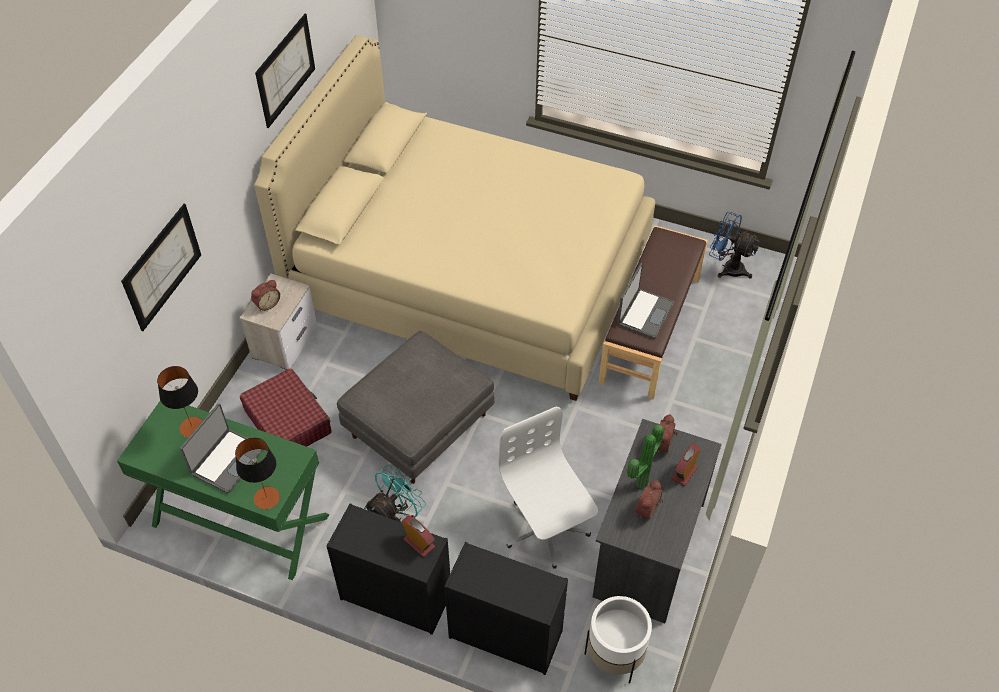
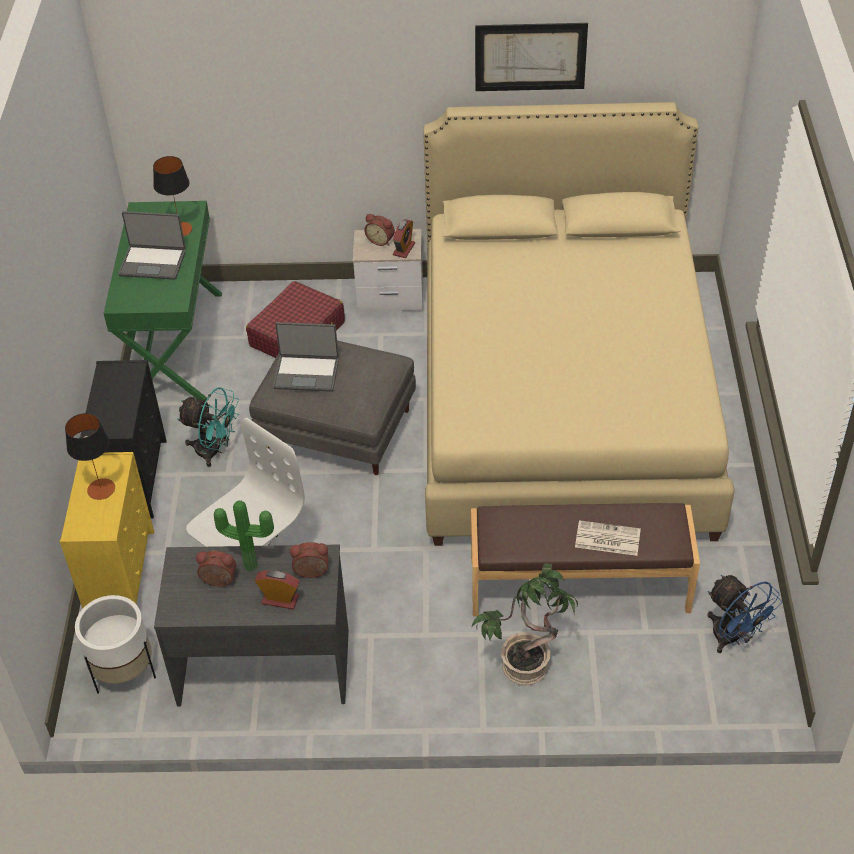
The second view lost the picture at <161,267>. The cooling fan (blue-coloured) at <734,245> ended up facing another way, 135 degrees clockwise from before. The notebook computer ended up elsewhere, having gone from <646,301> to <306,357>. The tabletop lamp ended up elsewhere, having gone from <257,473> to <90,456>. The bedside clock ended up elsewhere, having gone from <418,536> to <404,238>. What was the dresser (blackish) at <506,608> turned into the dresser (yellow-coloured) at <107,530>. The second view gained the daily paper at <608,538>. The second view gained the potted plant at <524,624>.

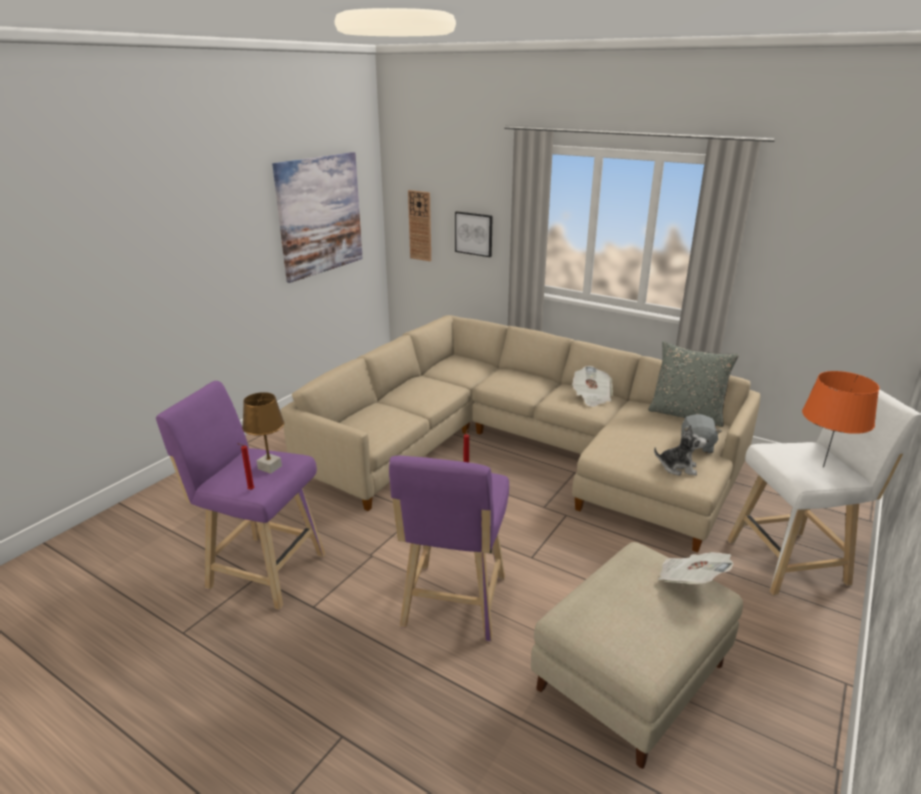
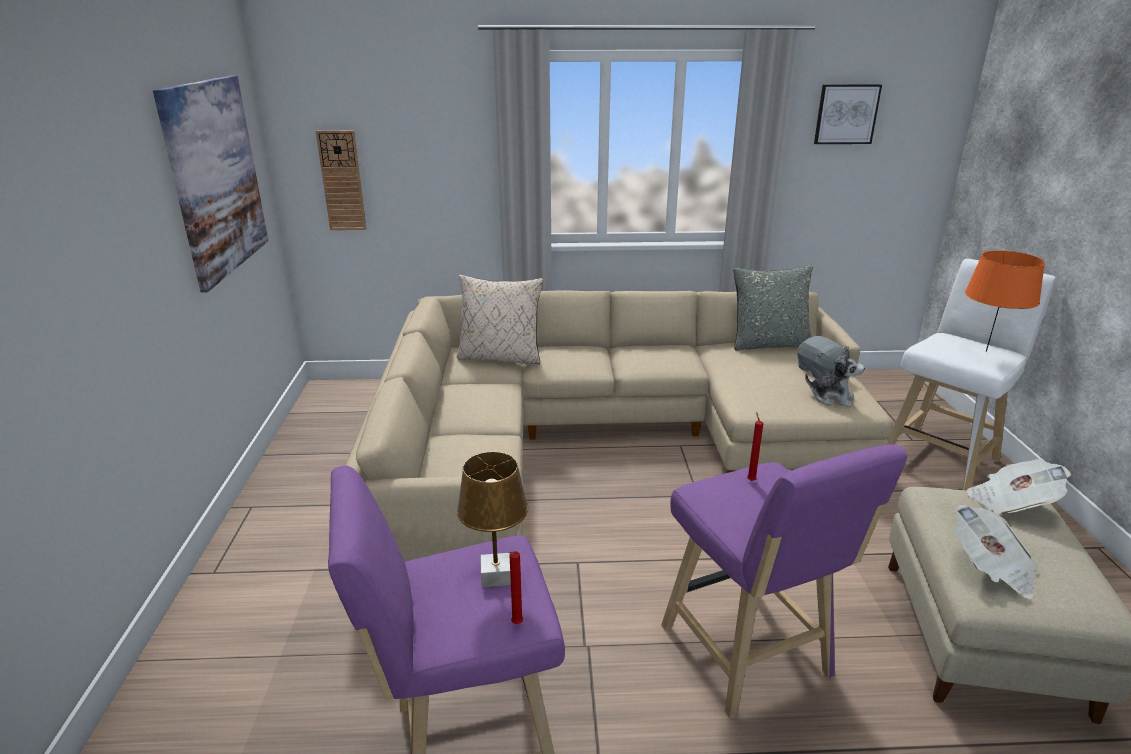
The picture ended up elsewhere, having gone from <474,234> to <848,114>. The daily paper ended up elsewhere, having gone from <592,386> to <997,551>. The cuddly toy at <680,450> ended up facing another way, 45 degrees clockwise from before. The second view gained the cushion (beige-coloured) at <500,319>.

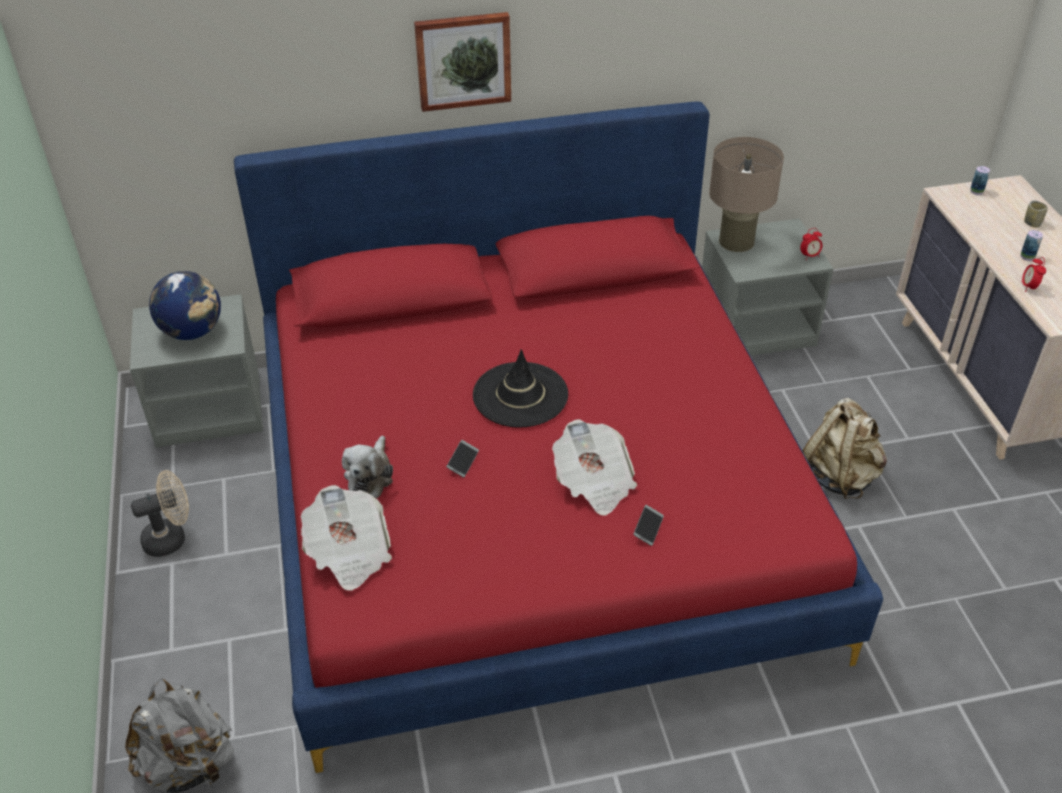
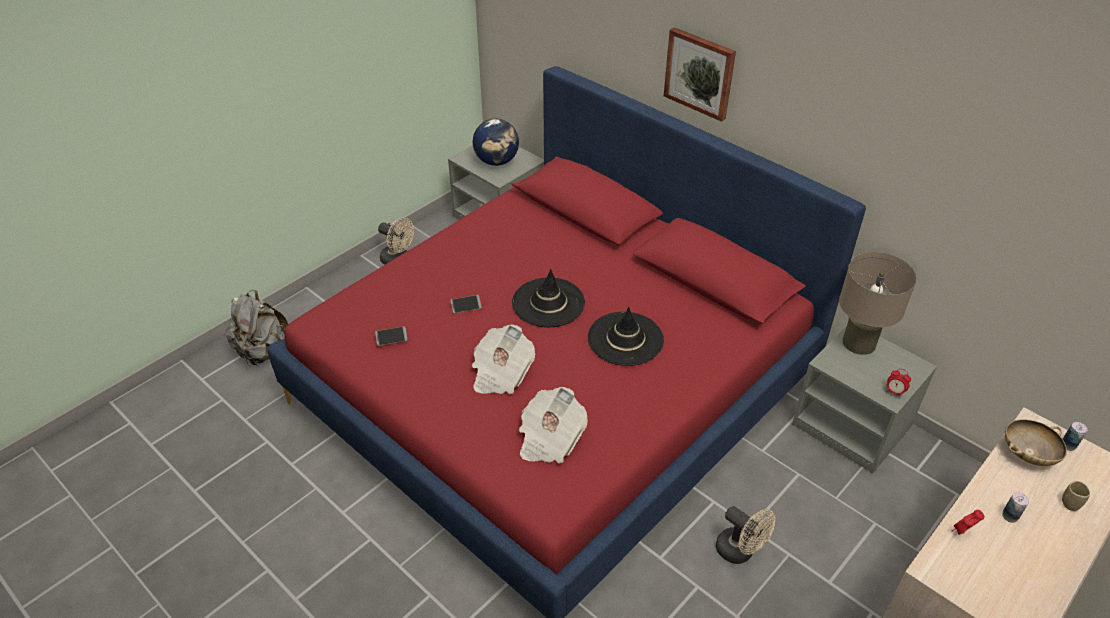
Where the rucksack (beige-coloured) stood at <845,448>, the cooling fan (beige-coloured) came to stand at <745,535>. The second view lost the cuddly toy at <367,467>. The daily paper ended up elsewhere, having gone from <346,538> to <553,425>. The handset ended up elsewhere, having gone from <649,525> to <391,336>. The second view gained the wearable hat (blackish) at <626,336>. The second view gained the deep dish (beige-coloured) at <1036,442>.

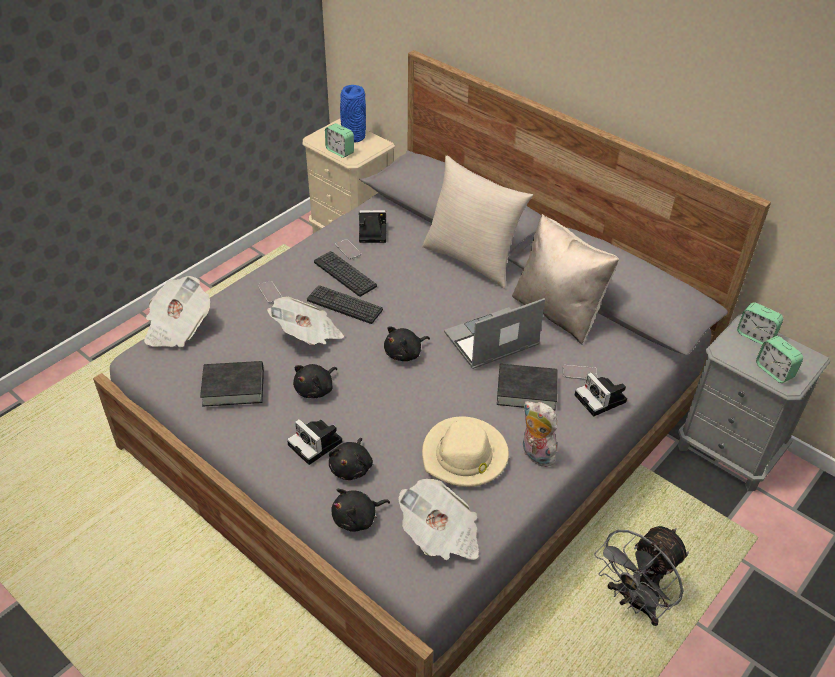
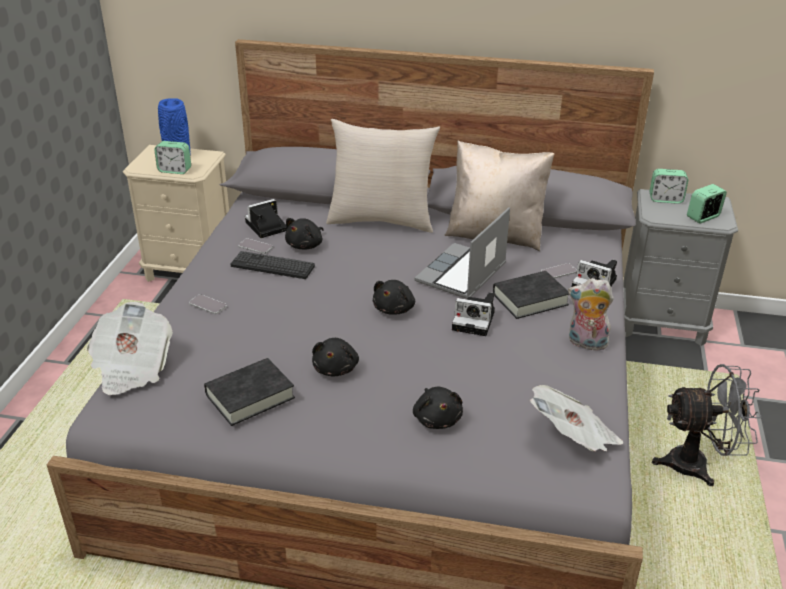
The second view lost the computer keyboard at <345,304>. The second view lost the daily paper at <305,321>. The bedside clock at <779,359> ended up facing another way, 120 degrees clockwise from before. The second view lost the wearable hat (beige-coloured) at <465,451>. The still camera ended up elsewhere, having gone from <314,442> to <473,314>. The cuddly toy (blackish) ended up elsewhere, having gone from <360,510> to <304,233>. The cooling fan (gray) at <642,576> ended up facing another way, 105 degrees counterclockwise from before.

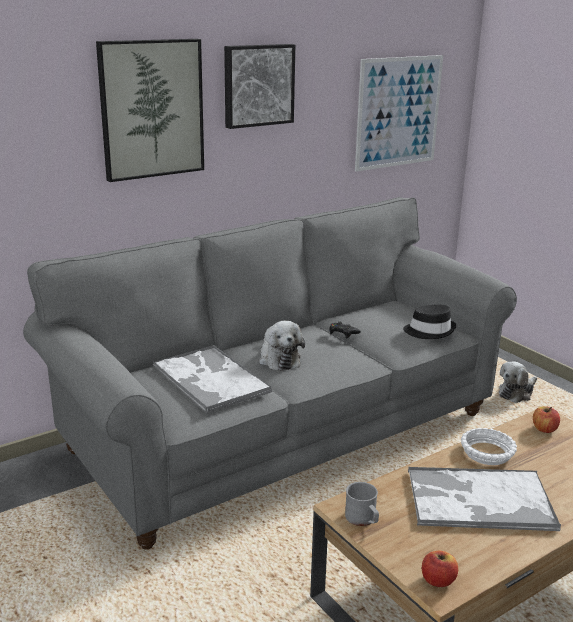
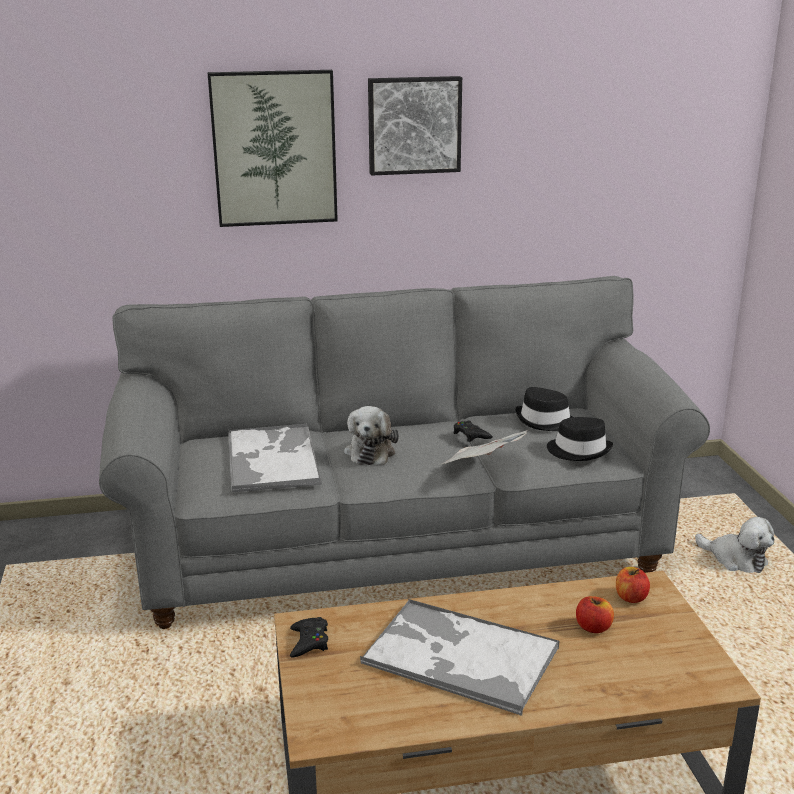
The second view lost the picture at <399,113>. The cuddly toy at <518,382> ended up facing another way, 120 degrees counterclockwise from before. The second view lost the deep dish (whitish) at <489,446>. Where the mug (gray) stood at <362,504>, the game controller (blackish) came to stand at <309,637>. The apple ended up elsewhere, having gone from <440,569> to <595,614>. The second view gained the wearable hat (blackish) at <544,409>. The second view gained the daily paper at <483,447>.

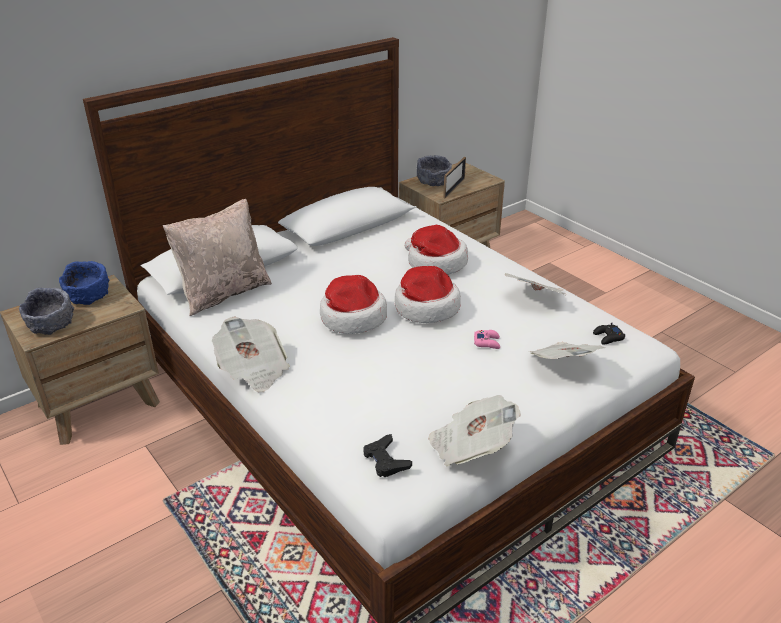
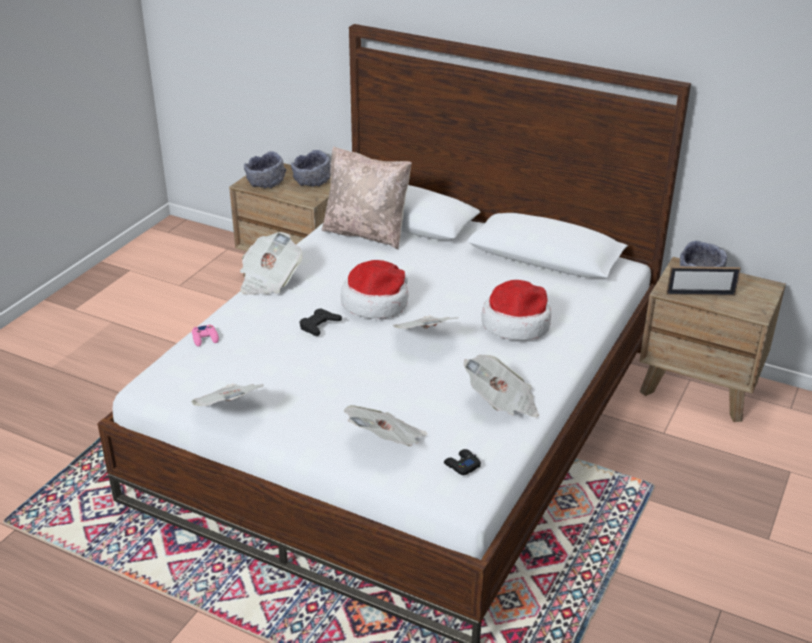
What was the deep dish (blue-coloured) at <84,283> turned into the deep dish (gray) at <311,168>. Where the wearable hat stood at <428,294>, the daily paper came to stand at <426,322>. The game controller (pinkish) ended up elsewhere, having gone from <487,339> to <205,335>. The game controller (blackish) ended up elsewhere, having gone from <388,455> to <320,322>.

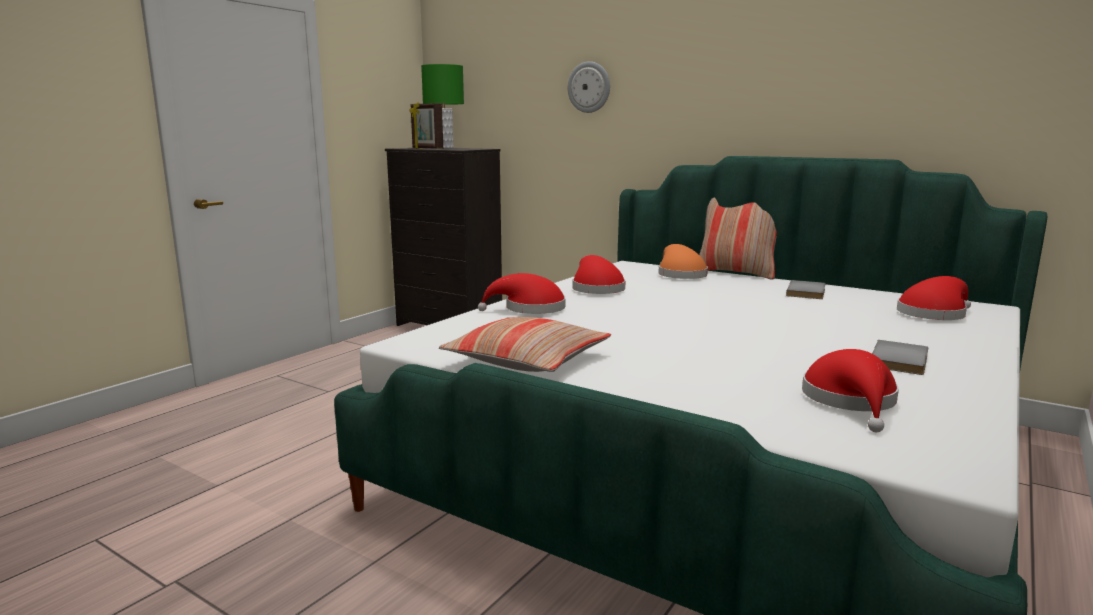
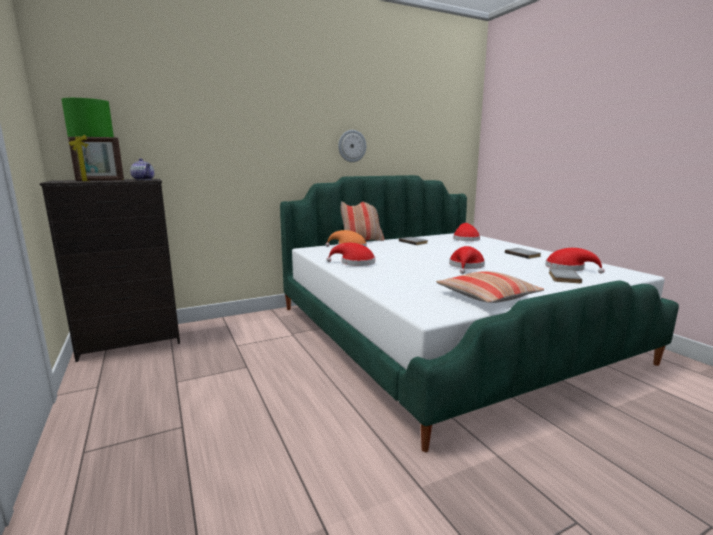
The clock on the wall ended up elsewhere, having gone from <589,87> to <352,146>. The wearable hat (red-coloured) ended up elsewhere, having gone from <522,293> to <467,260>. The second view gained the pot for tea at <142,169>. The second view gained the bound book (gray) at <565,276>.

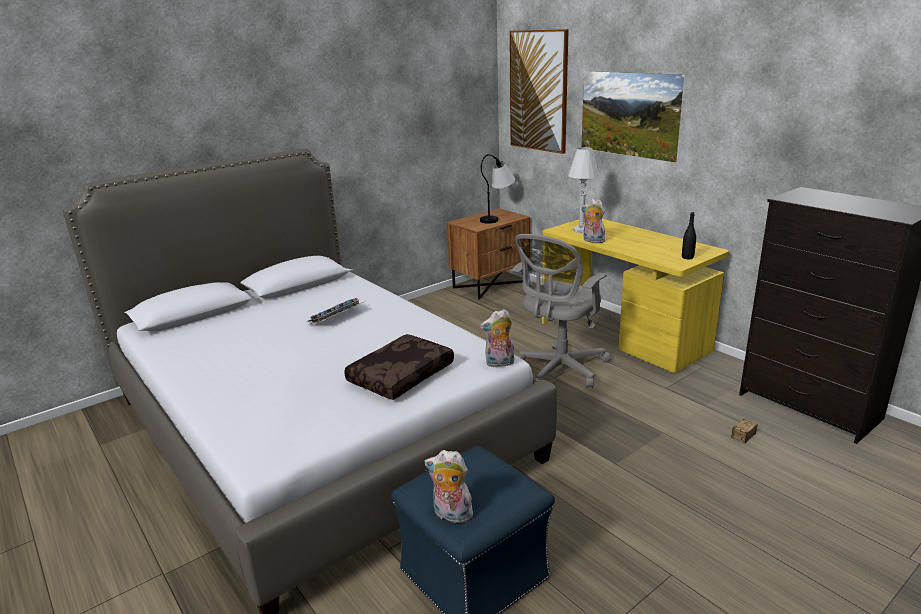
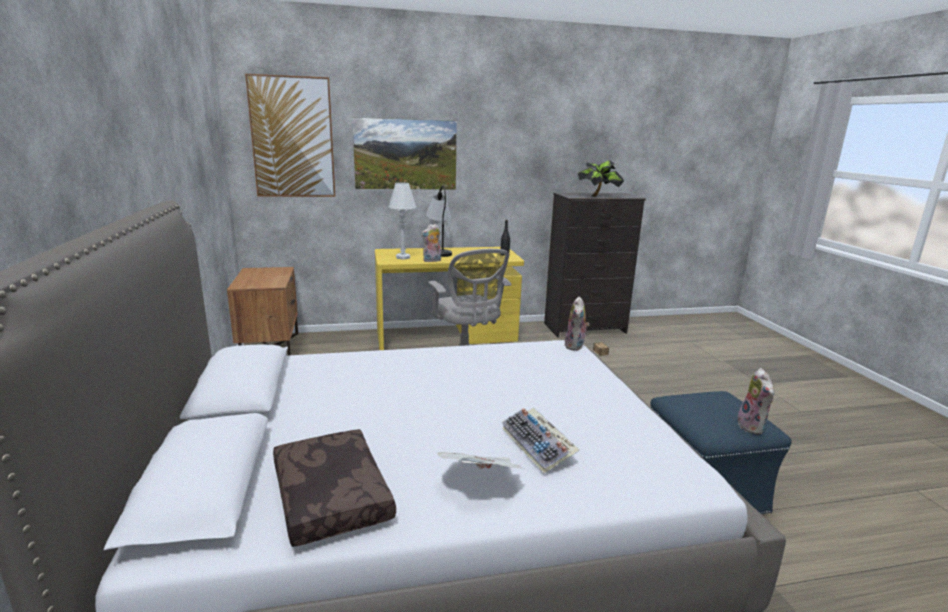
The tabletop lamp ended up elsewhere, having gone from <497,189> to <439,221>. The computer keyboard ended up elsewhere, having gone from <334,311> to <540,441>. The cushion (brown-coloured) ended up elsewhere, having gone from <399,367> to <334,488>. The cuddly toy at <449,486> ended up facing another way, 45 degrees counterclockwise from before. The second view gained the potted plant at <601,178>. The second view gained the daily paper at <480,460>.

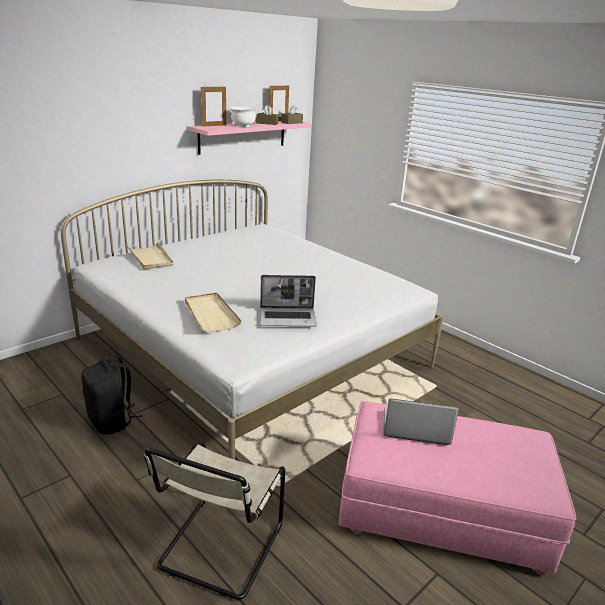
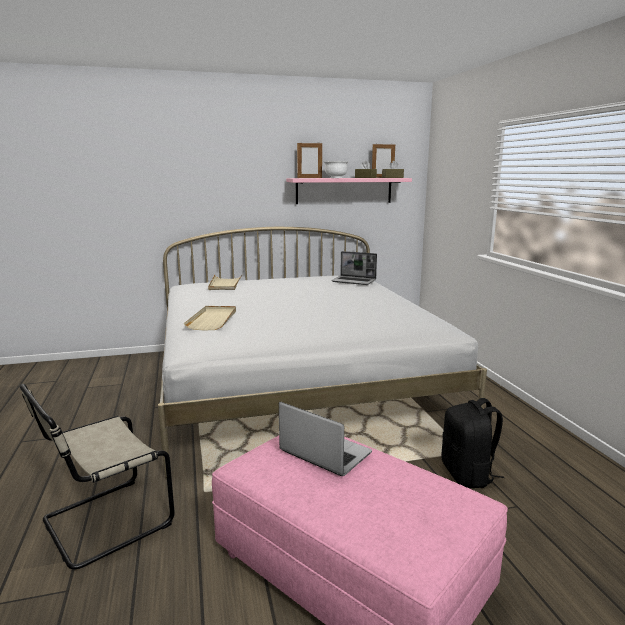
The notebook computer ended up elsewhere, having gone from <288,300> to <354,268>. The rucksack (blackish) ended up elsewhere, having gone from <111,395> to <473,443>.

